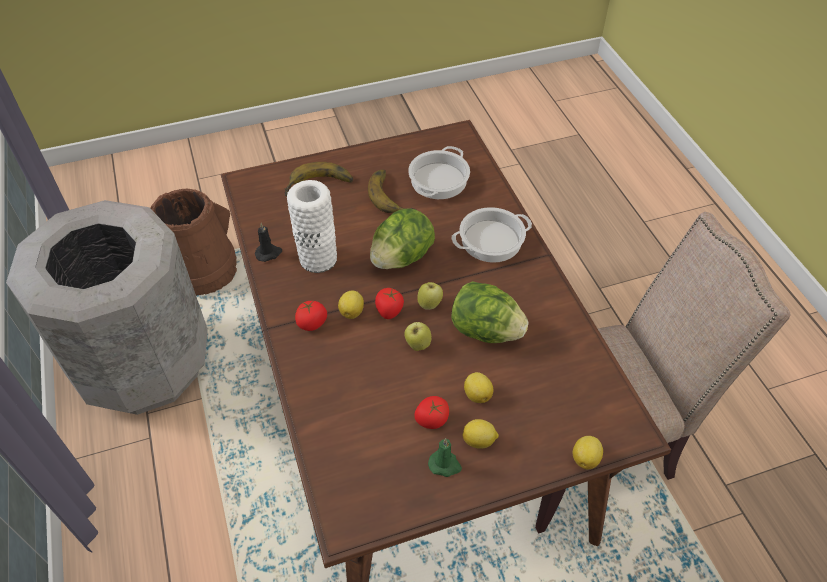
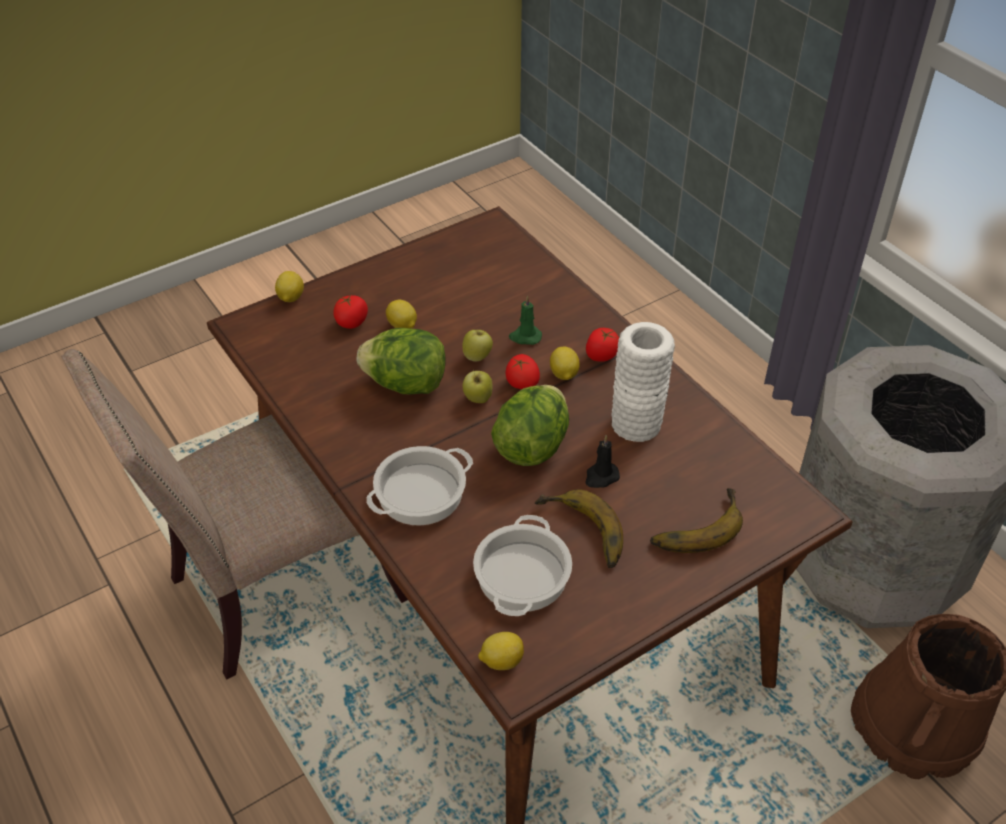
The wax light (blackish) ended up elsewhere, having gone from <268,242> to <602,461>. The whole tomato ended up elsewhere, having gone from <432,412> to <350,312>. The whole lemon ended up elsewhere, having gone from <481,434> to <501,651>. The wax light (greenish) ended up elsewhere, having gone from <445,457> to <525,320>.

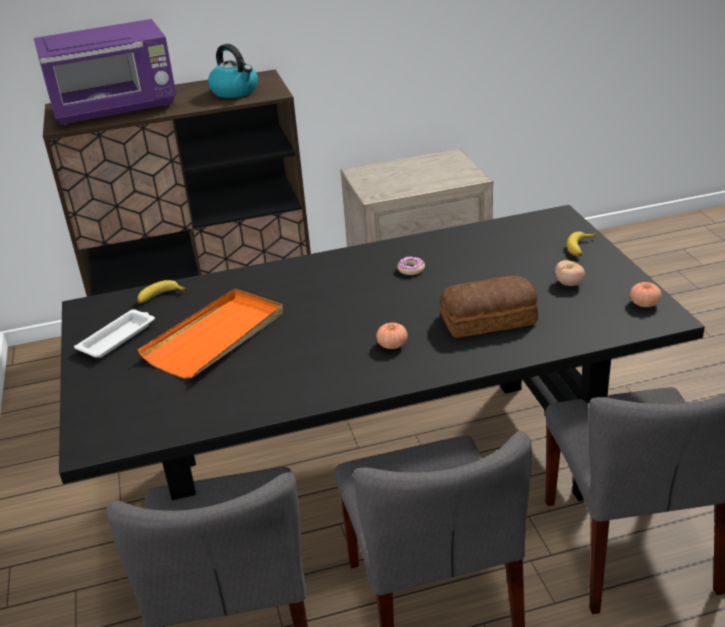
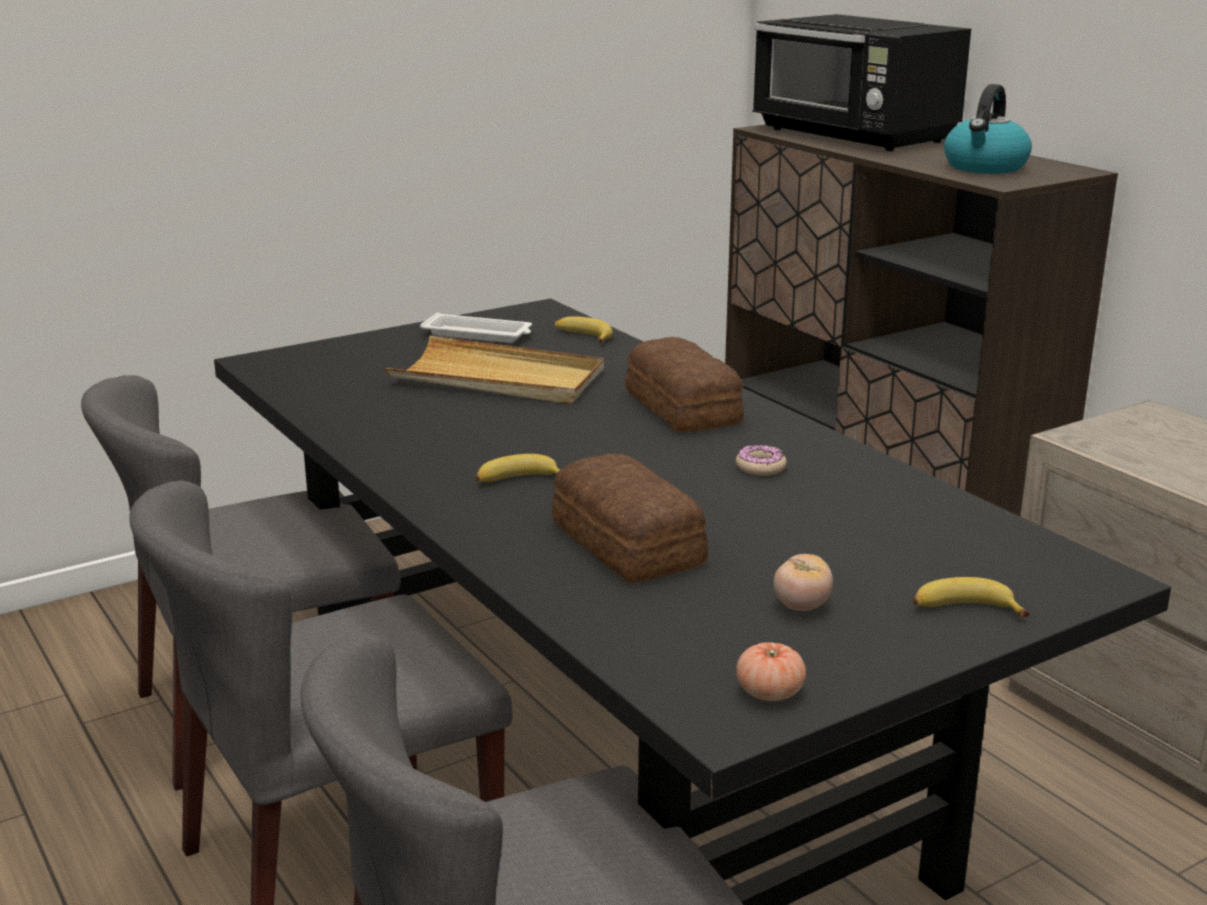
What was the kitchen microwave (purple-coloured) at <105,72> turned into the kitchen microwave (blackish) at <861,82>. What was the carrying tray (orange) at <210,333> turned into the carrying tray (beige-coloured) at <494,370>. Where the whole tomato stood at <392,336>, the whole banana came to stand at <517,468>. The second view gained the bakery bread at <684,384>.

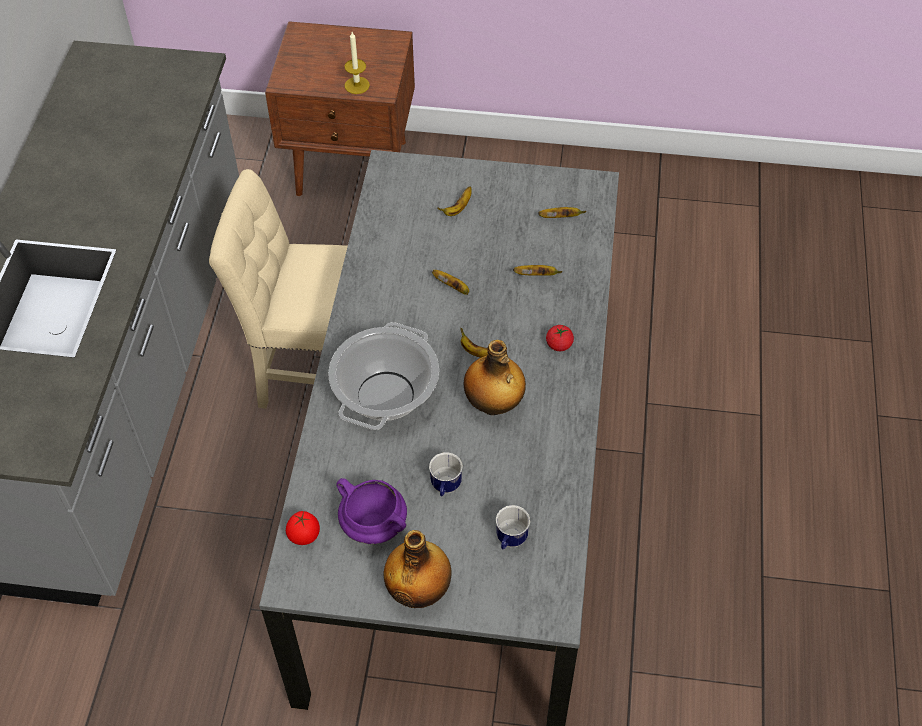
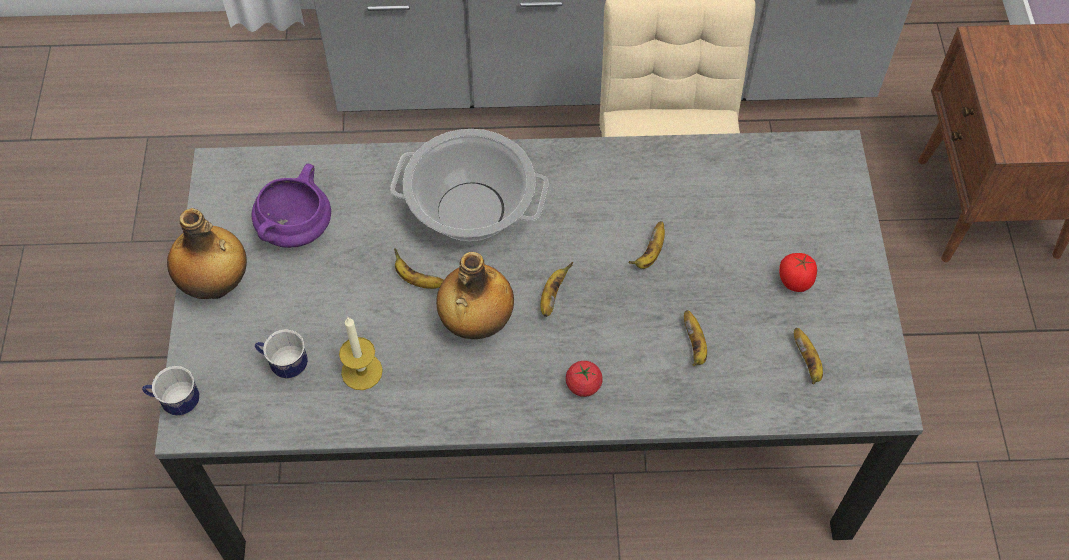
The wax light ended up elsewhere, having gone from <357,63> to <361,354>. The whole banana ended up elsewhere, having gone from <454,201> to <419,268>. The mug ended up elsewhere, having gone from <446,474> to <171,391>. The whole tomato ended up elsewhere, having gone from <303,528> to <798,272>.

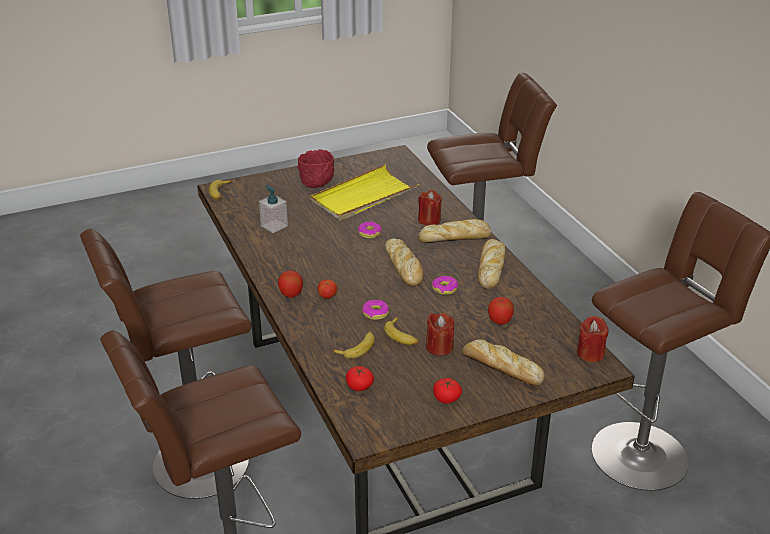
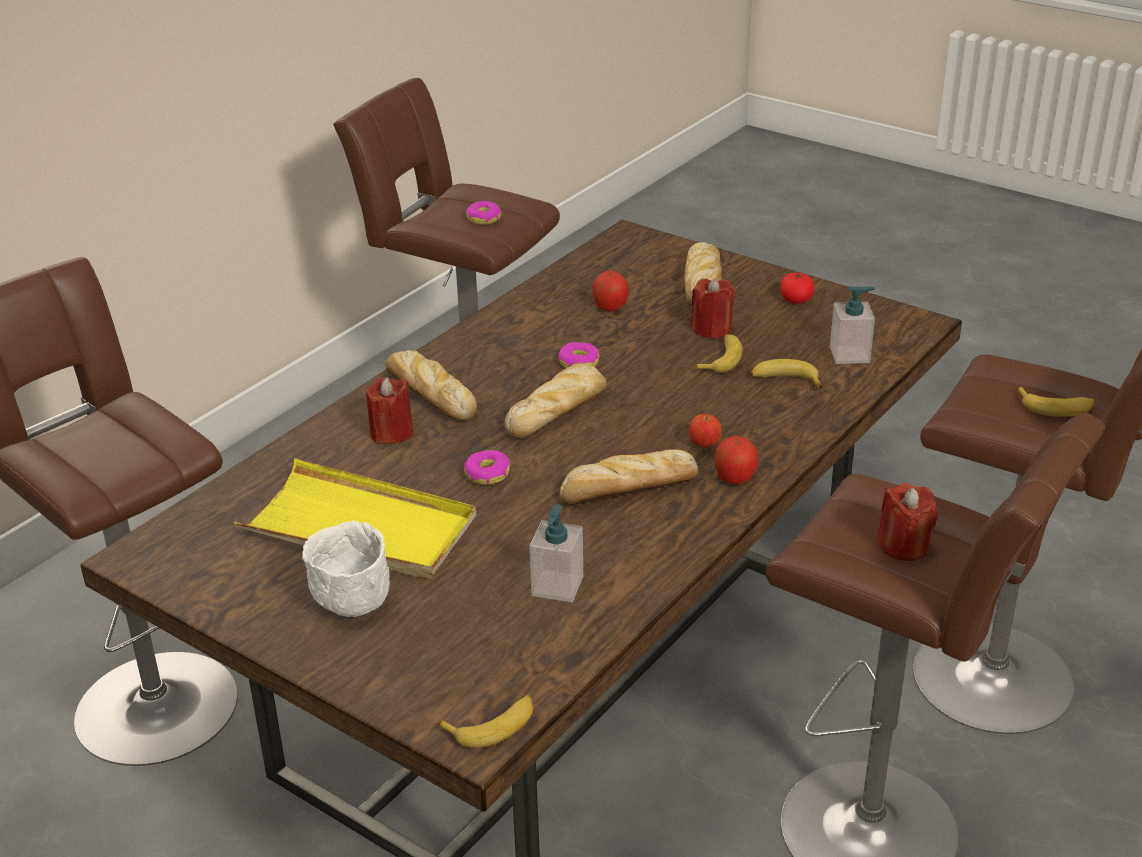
What was the deep dish (red-coloured) at <315,168> turned into the deep dish (whitish) at <346,568>. The bakery bread ended up elsewhere, having gone from <492,264> to <629,477>. The donut ended up elsewhere, having gone from <375,310> to <484,213>. The wax light (red-coloured) ended up elsewhere, having gone from <593,339> to <907,522>. Where the whole tomato stood at <360,378>, the soap bottle came to stand at <852,325>. The second view gained the whole banana at <1056,401>.

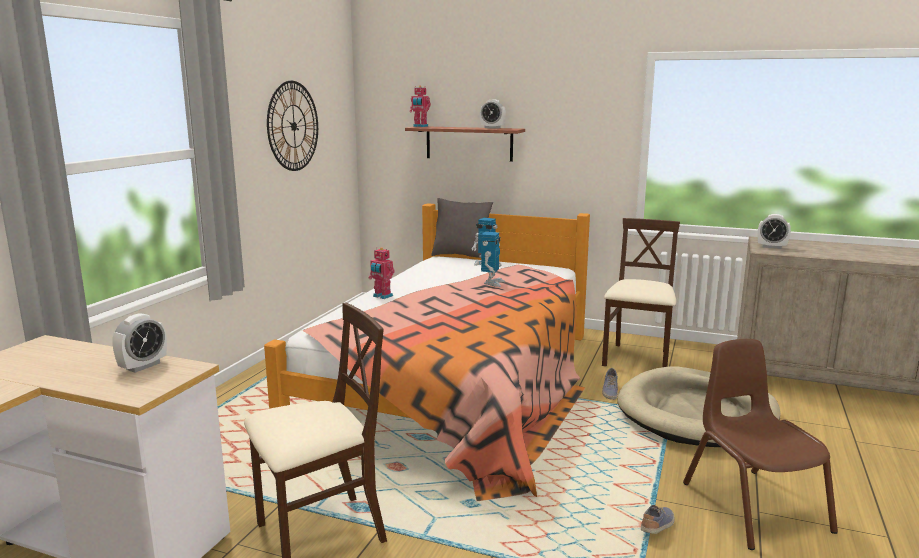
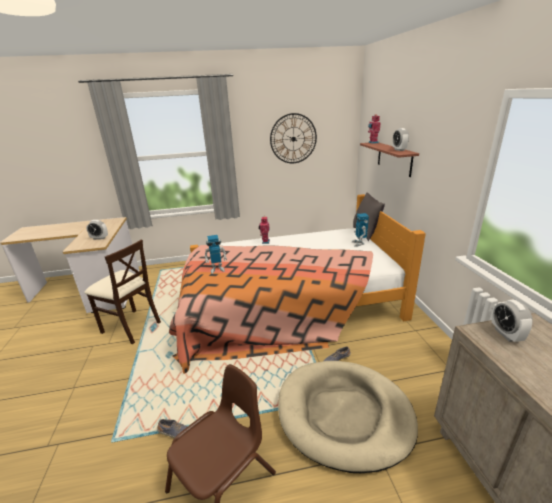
The second view lost the upright chair (beige-coloured) at <641,292>. The model robot ended up elsewhere, having gone from <493,259> to <215,254>.

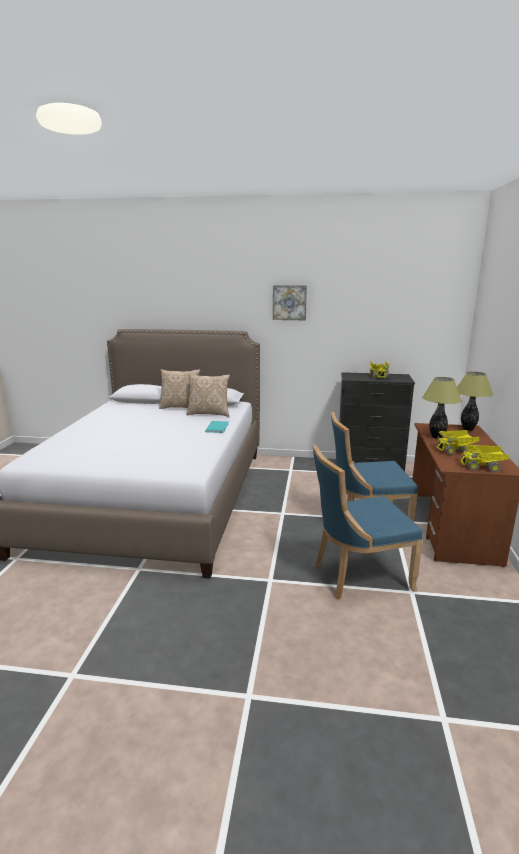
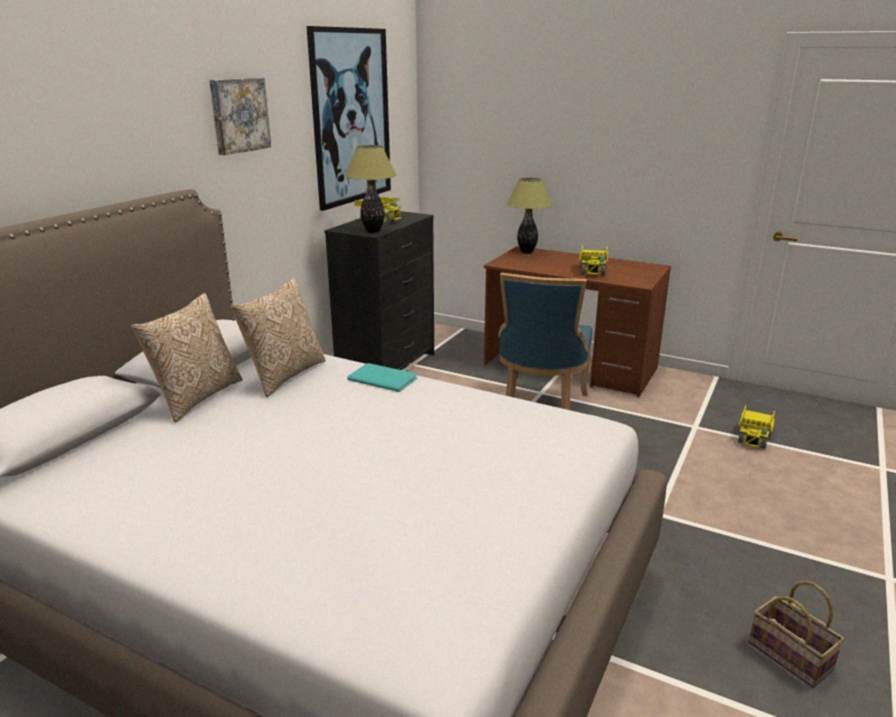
The tabletop lamp ended up elsewhere, having gone from <442,408> to <370,189>. The toy truck ended up elsewhere, having gone from <484,458> to <756,427>. The second view lost the upright chair (blue-coloured) at <368,522>. The second view gained the picture at <349,118>. The second view gained the basket at <796,634>.

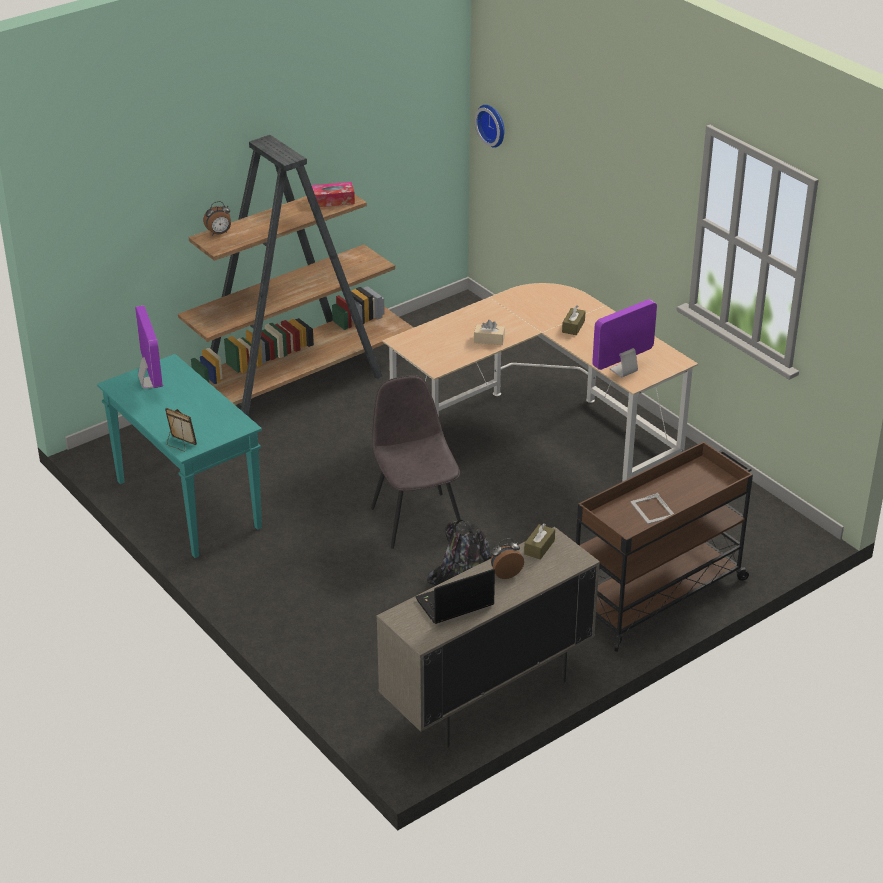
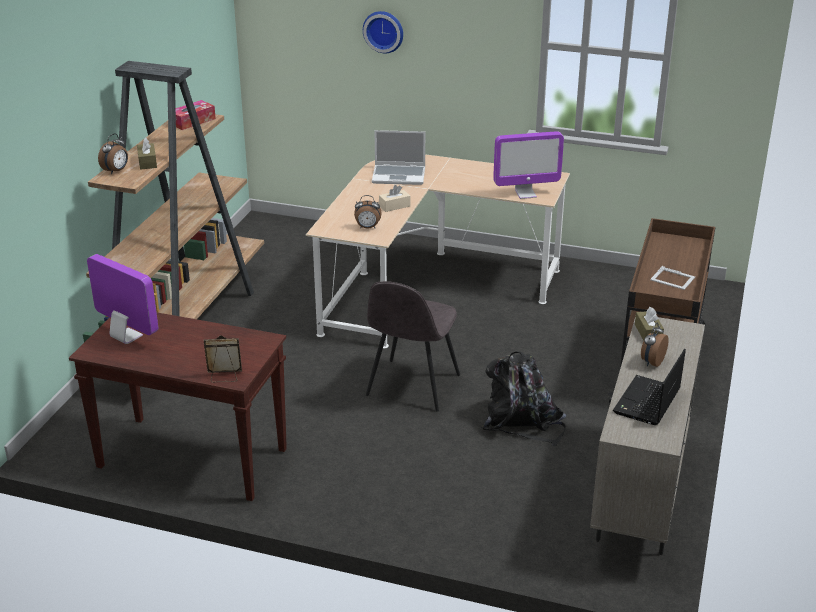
The clock on the wall ended up elsewhere, having gone from <490,126> to <383,32>. The computer display at <624,338> ended up facing another way, 120 degrees counterclockwise from before. The tissue box (brown-coloured) ended up elsewhere, having gone from <574,320> to <147,154>. What was the hall table (turquoise-coloured) at <179,456> turned into the hall table (brown-coloured) at <178,406>. The upright chair (gray) at <416,462> ended up facing another way, 105 degrees counterclockwise from before. The second view gained the notebook computer at <398,157>. The second view gained the bedside clock at <368,212>.

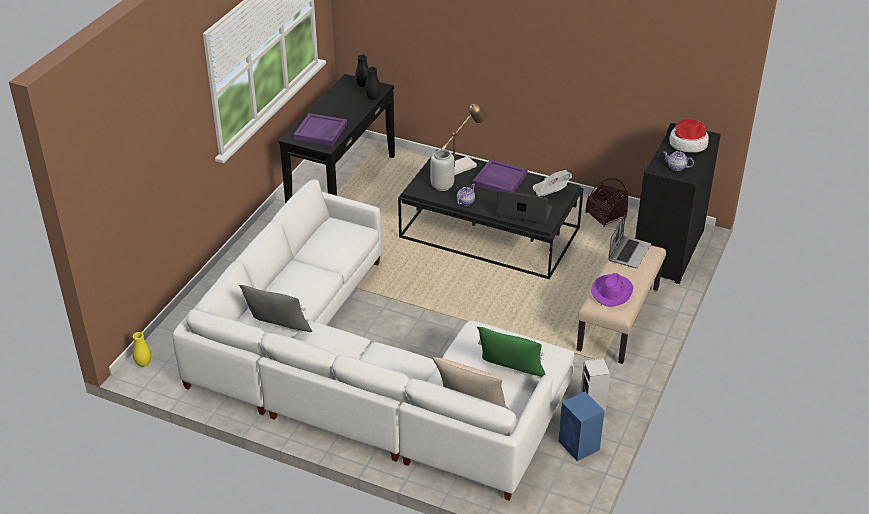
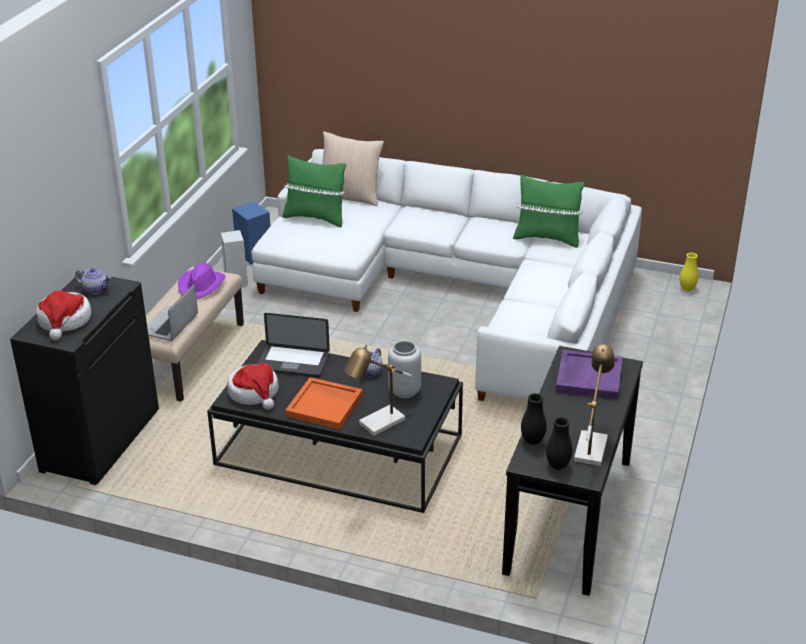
What was the carrying tray (purple-coloured) at <500,175> turned into the carrying tray (orange) at <324,403>. Where the daily paper stood at <552,183>, the wearable hat came to stand at <253,386>. The second view lost the basket at <606,202>. What was the cushion (gray) at <275,308> turned into the cushion (greenish) at <548,211>. The second view gained the tabletop lamp at <594,405>.

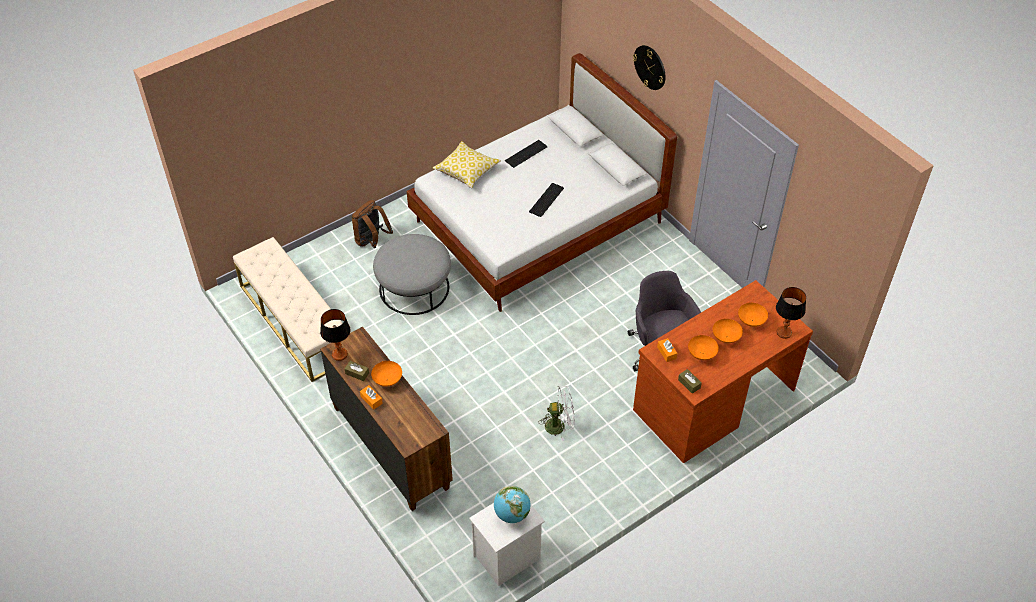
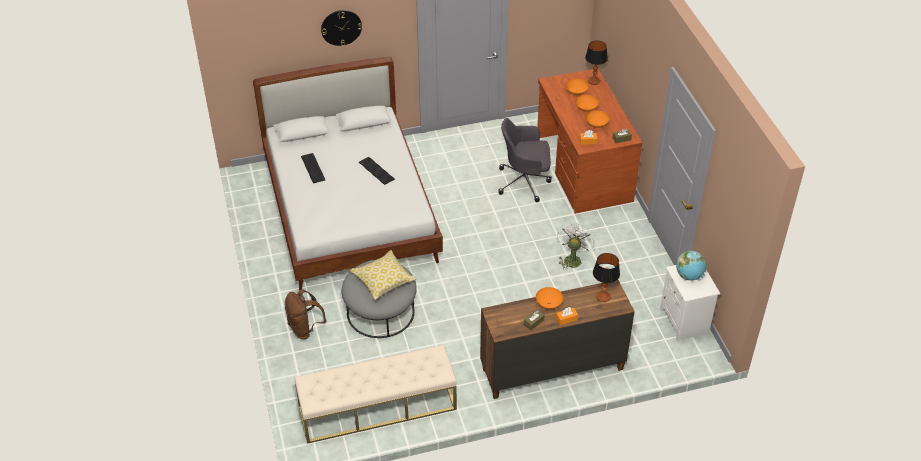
The cushion ended up elsewhere, having gone from <467,164> to <383,275>. The tabletop lamp ended up elsewhere, having gone from <335,335> to <606,277>.

